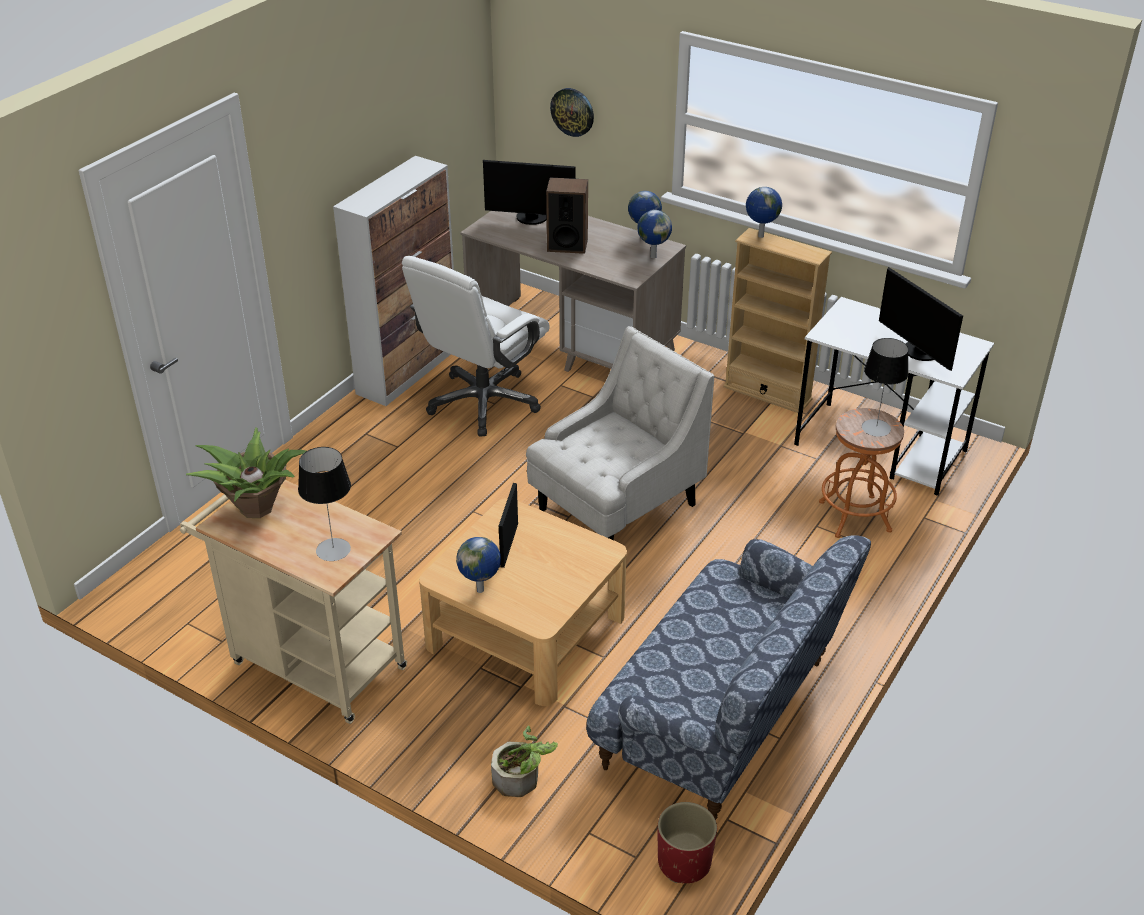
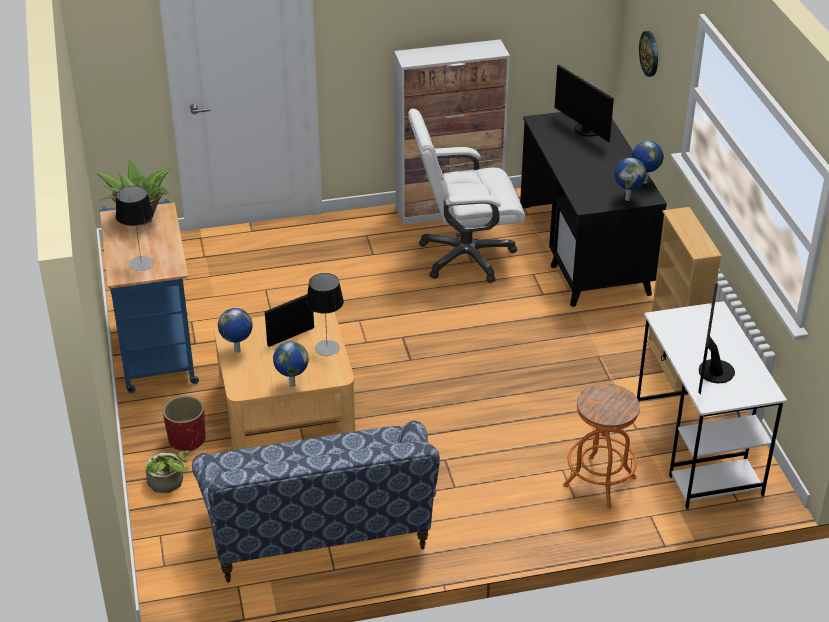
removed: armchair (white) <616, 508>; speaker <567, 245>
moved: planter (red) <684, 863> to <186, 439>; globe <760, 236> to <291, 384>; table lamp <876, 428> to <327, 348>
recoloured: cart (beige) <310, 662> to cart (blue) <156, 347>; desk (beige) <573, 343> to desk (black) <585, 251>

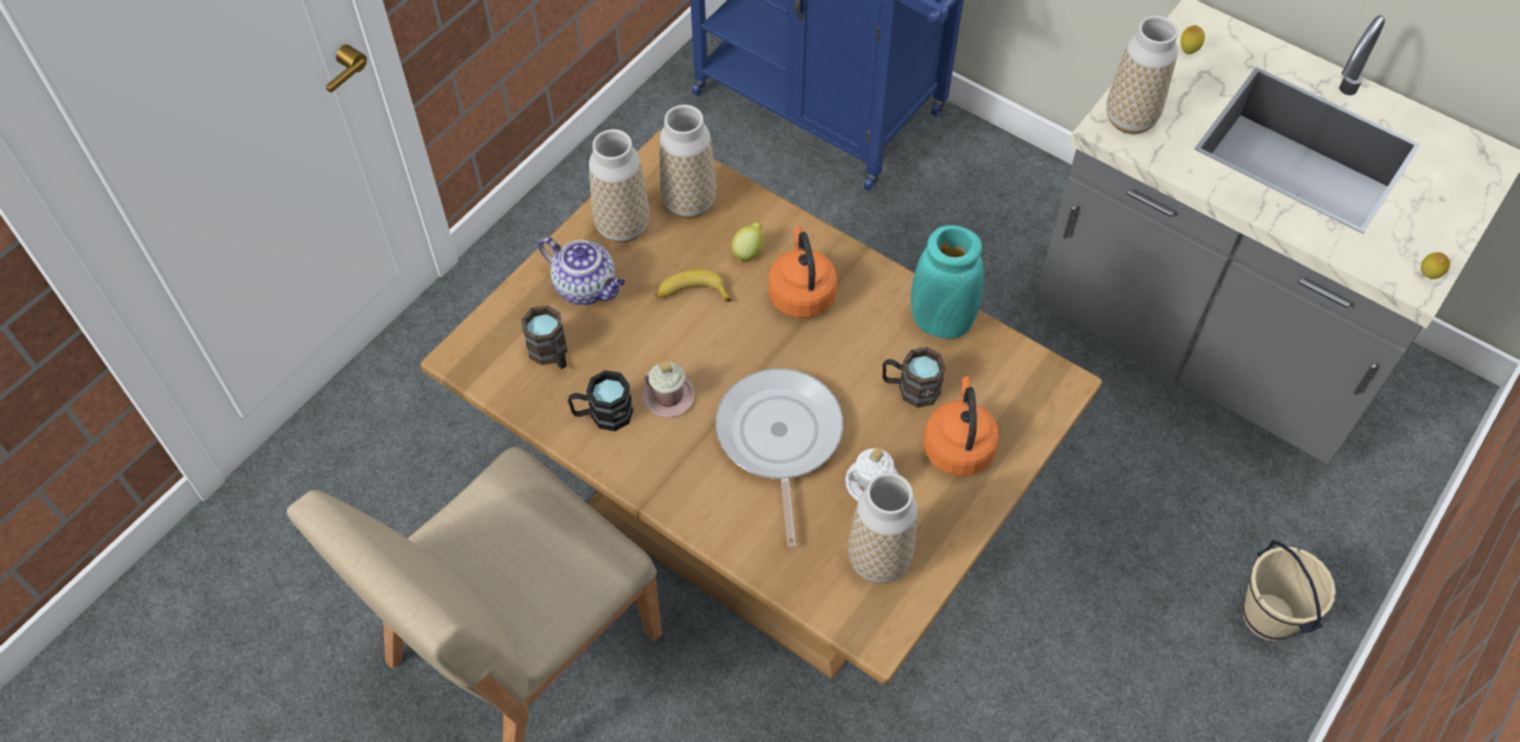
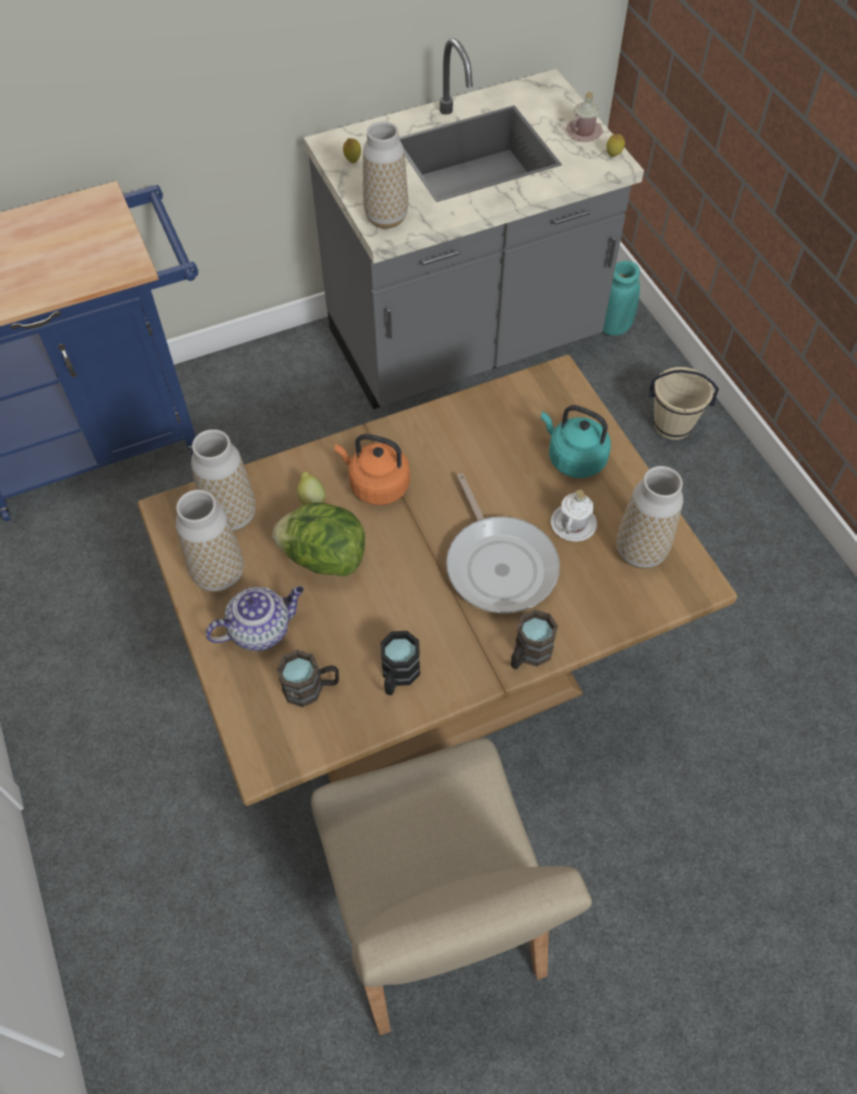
moved: mug (pink) <668, 396> to <583, 132>; mug (brown) <910, 388> to <528, 654>; vase (turquoise) <941, 321> to <614, 327>
replaced: banana <691, 294> to lettuce <323, 557>
recoloured: kettle (orange) <958, 446> to kettle (turquoise) <573, 458>
turned: frying pan <779, 439> = <499, 564> 135 degrees counterclockwise

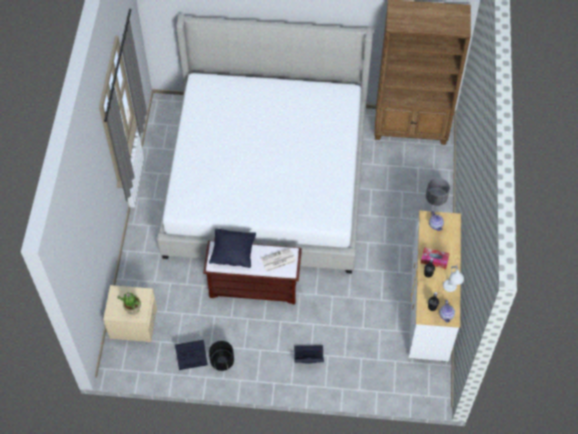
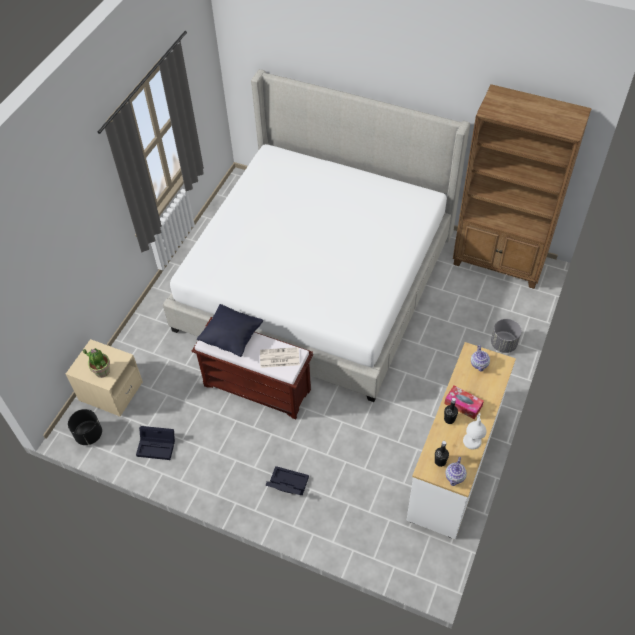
moved: planter (black) <222, 361> to <88, 434>

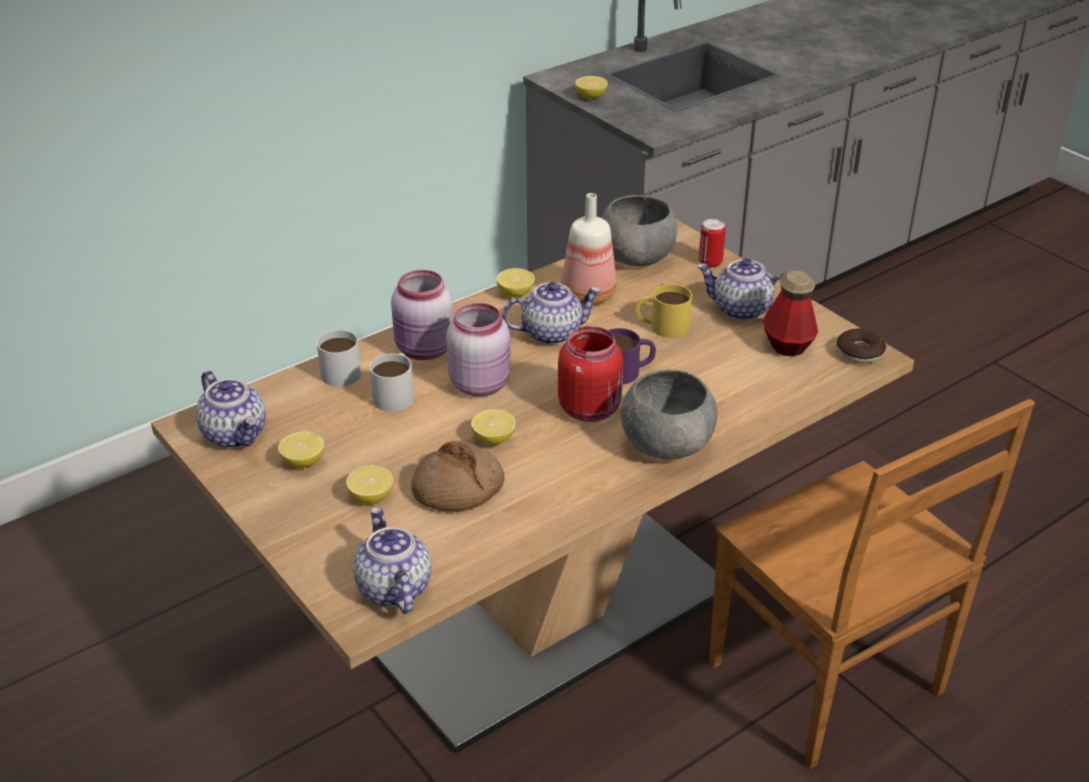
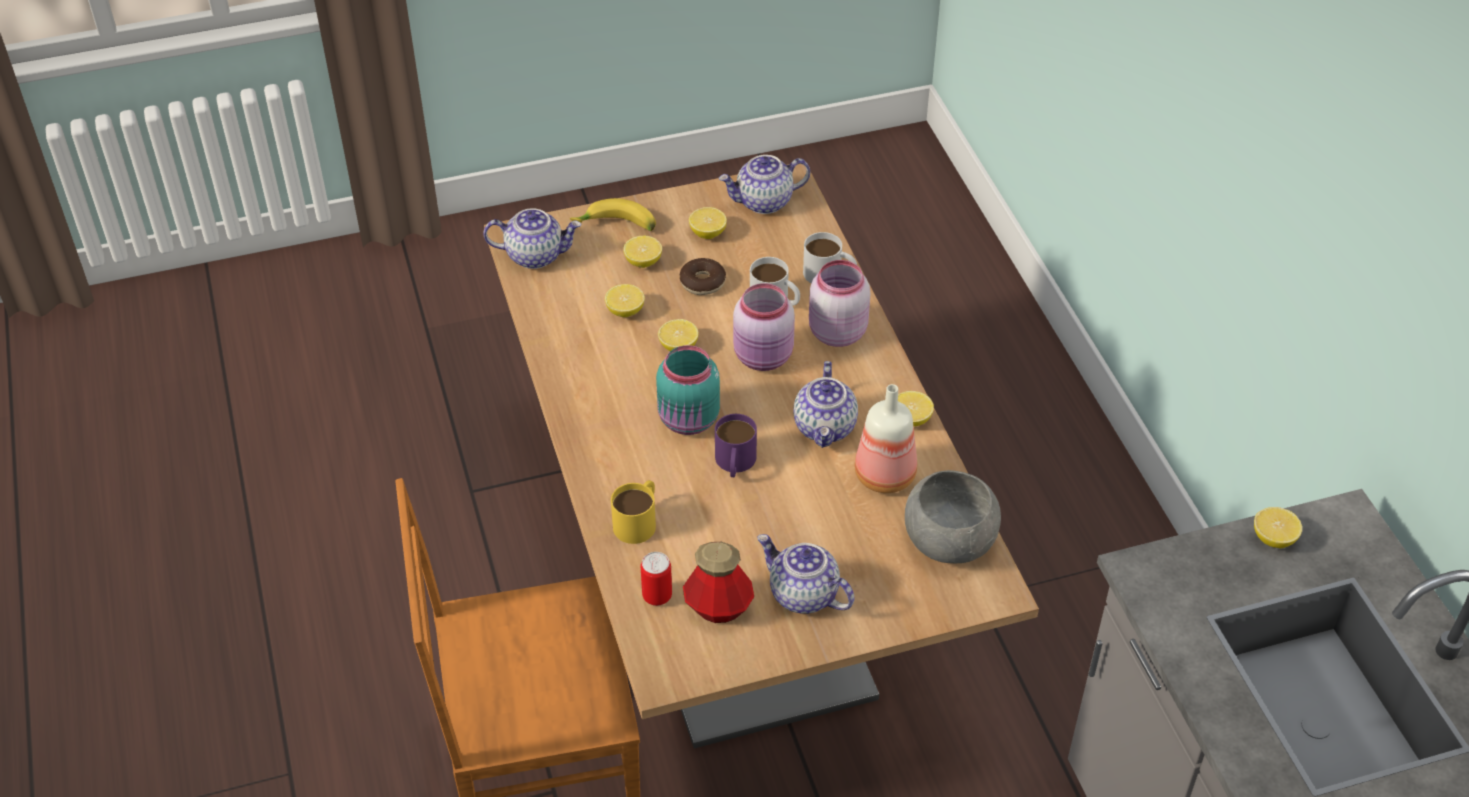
removed: bowl (grey) <666, 444>
added: banana <616, 227>
moved: mug (yellow) <662, 326> to <639, 520>; can <710, 262> to <657, 596>; donut <859, 353> to <702, 282>
replaced: bread <458, 489> to lemon <625, 311>
recoloured: jar (red) <591, 408> to jar (turquoise) <689, 420>
turned: teapot <741, 310> = <802, 594> 90 degrees counterclockwise

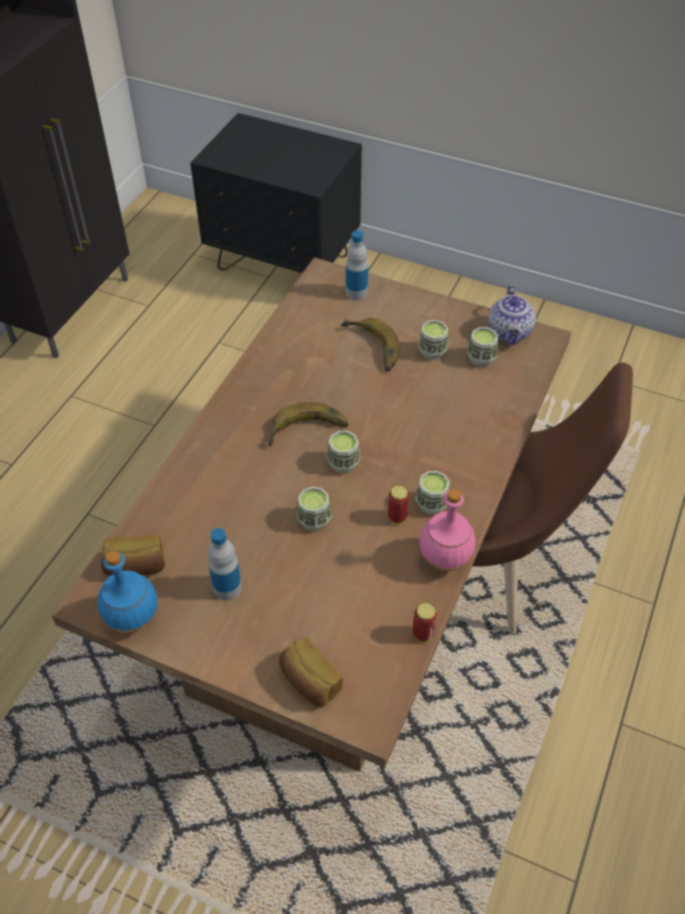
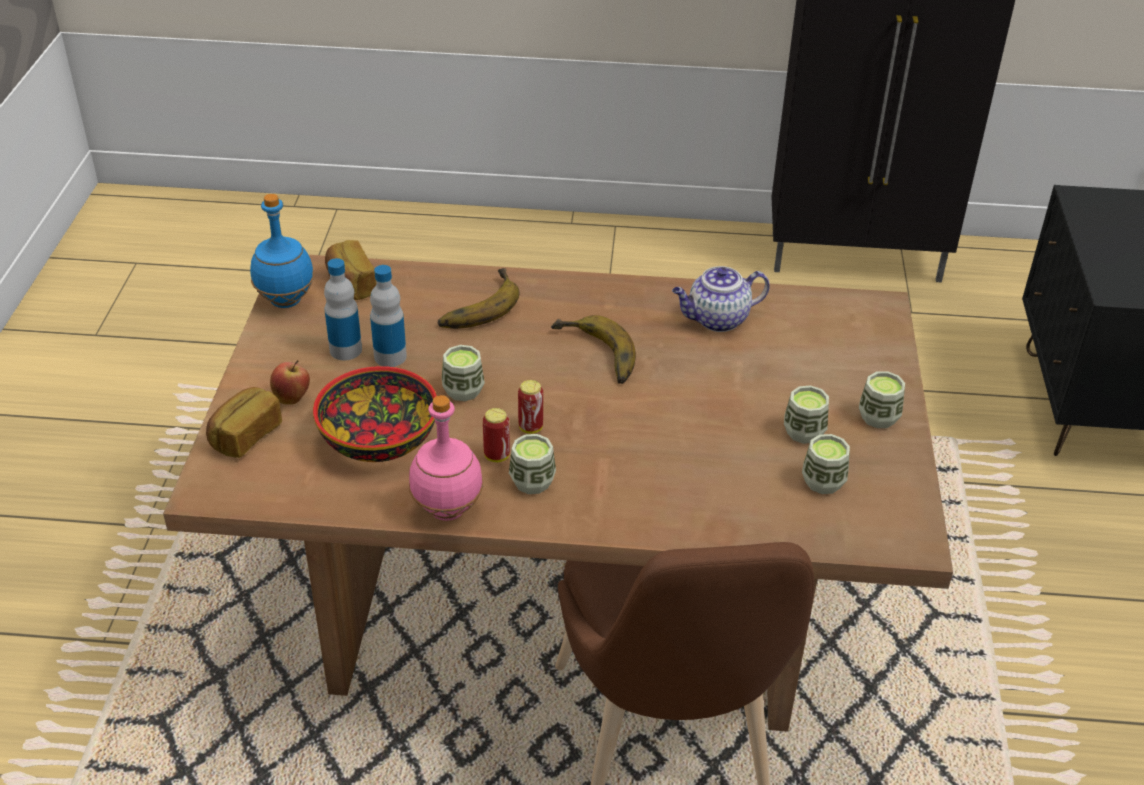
added: apple <292, 398>; bowl <380, 440>
moved: cup <343, 463> to <878, 417>; banana <369, 349> to <475, 305>; bottle <356, 292> to <390, 356>; can <423, 634> to <530, 427>; teapot <510, 333> to <717, 320>

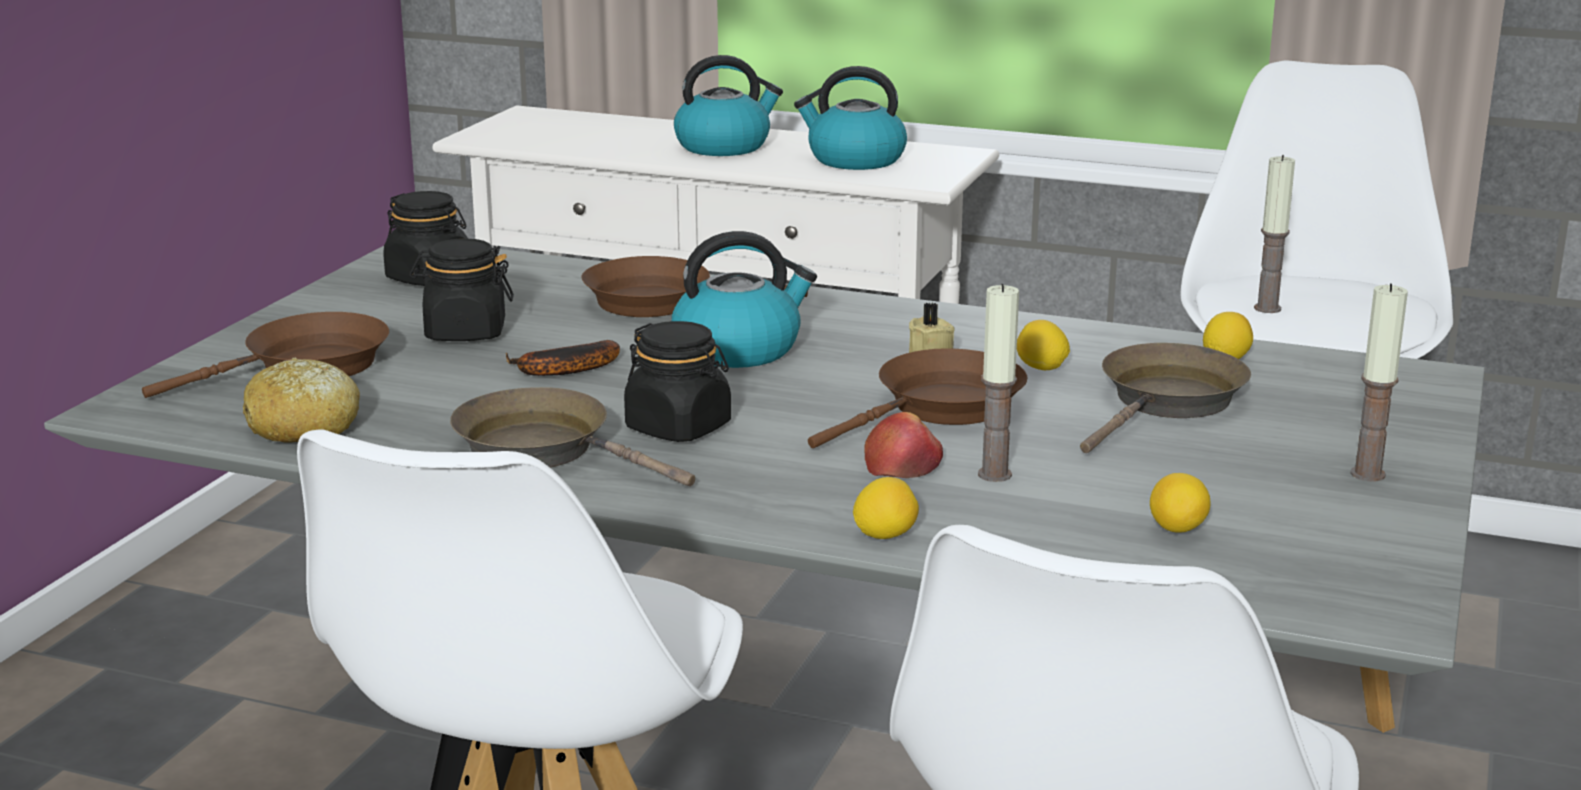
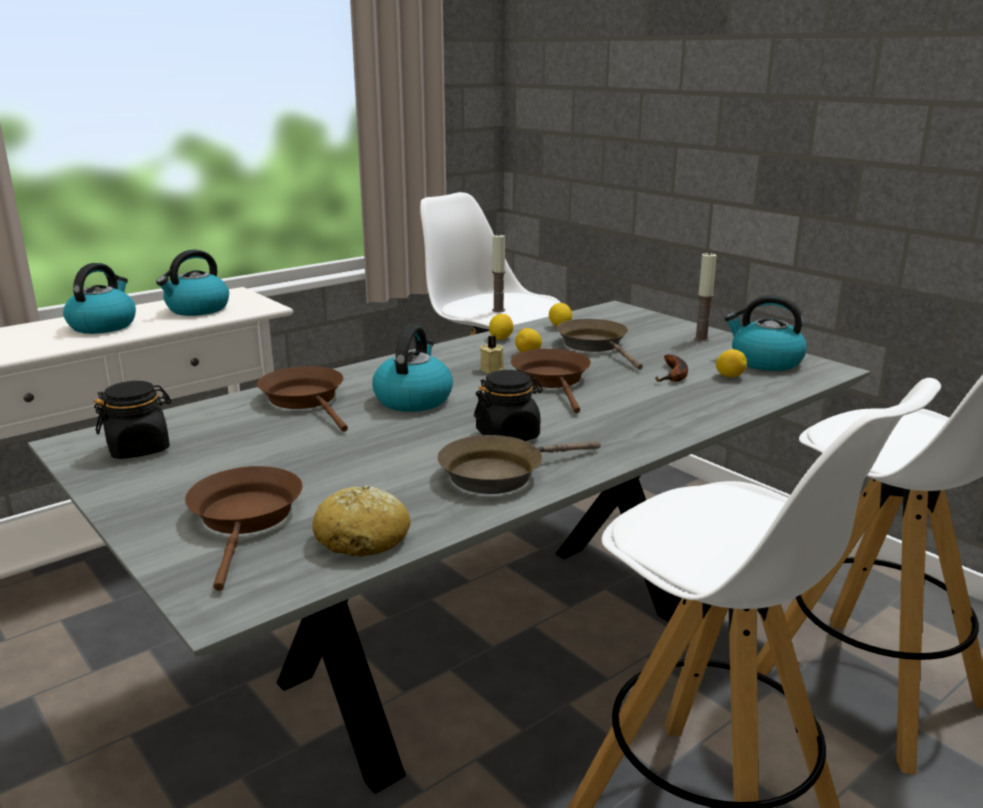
removed: jar (black) <465, 332>; apple <904, 465>; candle <994, 474>
added: kettle <765, 361>
moved: banana <562, 370> to <674, 375>; lemon <885, 535> to <501, 338>
turned: frying pan (brown) <659, 301> = <306, 400> 120 degrees clockwise

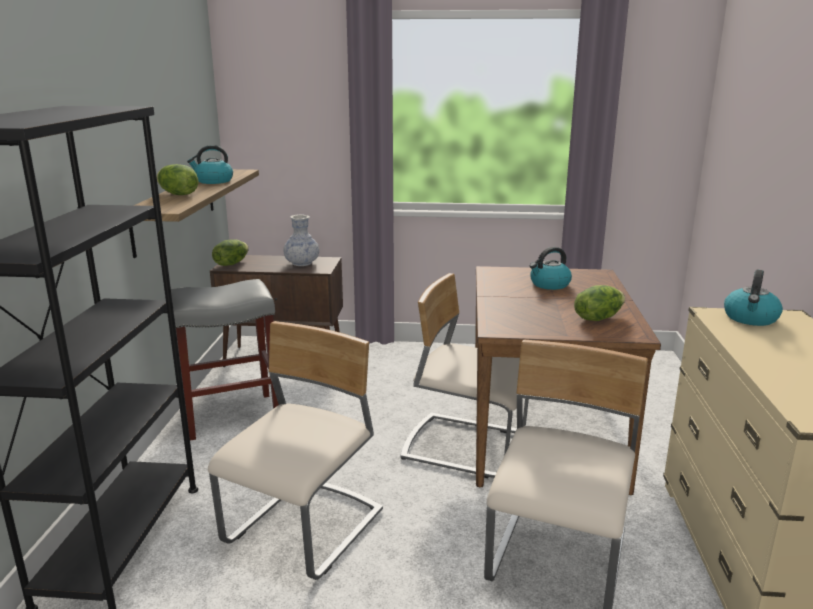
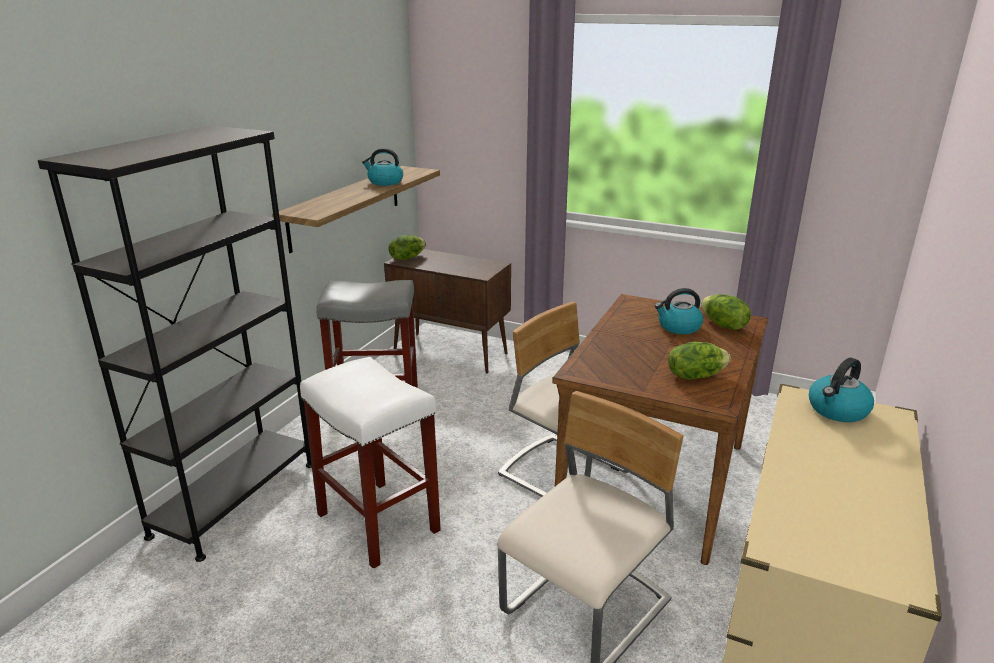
removed: vase <302, 263>
moved: lettuce <178, 194> to <723, 325>
replaced: chair (beige) <306, 529> to stool (white) <379, 523>

